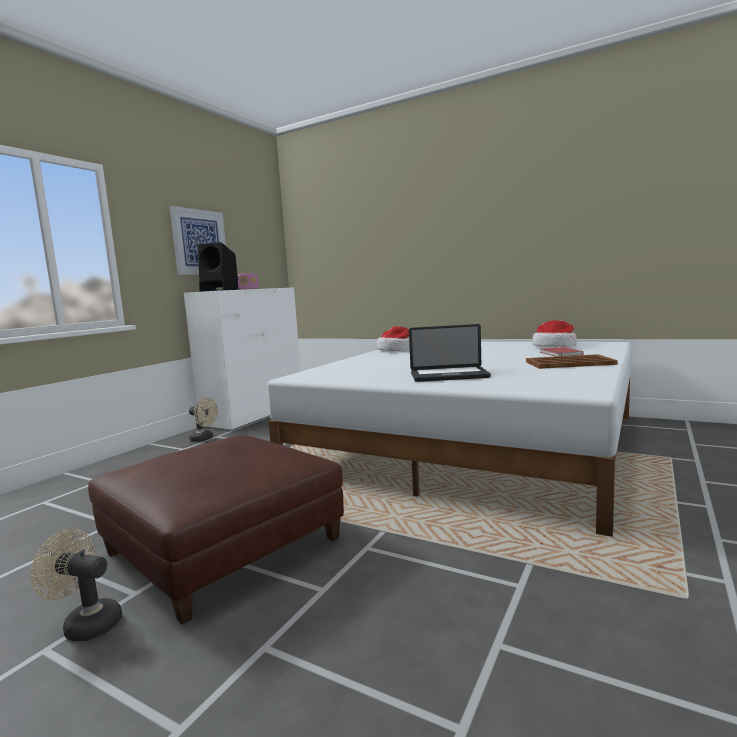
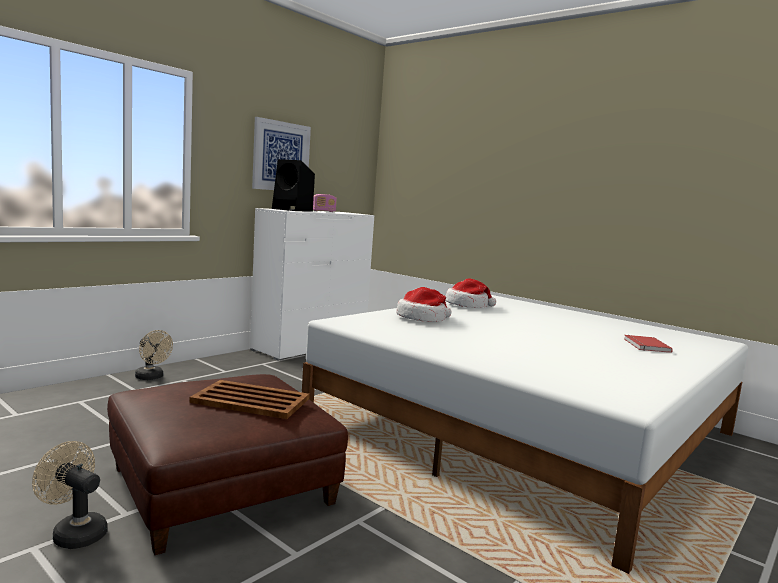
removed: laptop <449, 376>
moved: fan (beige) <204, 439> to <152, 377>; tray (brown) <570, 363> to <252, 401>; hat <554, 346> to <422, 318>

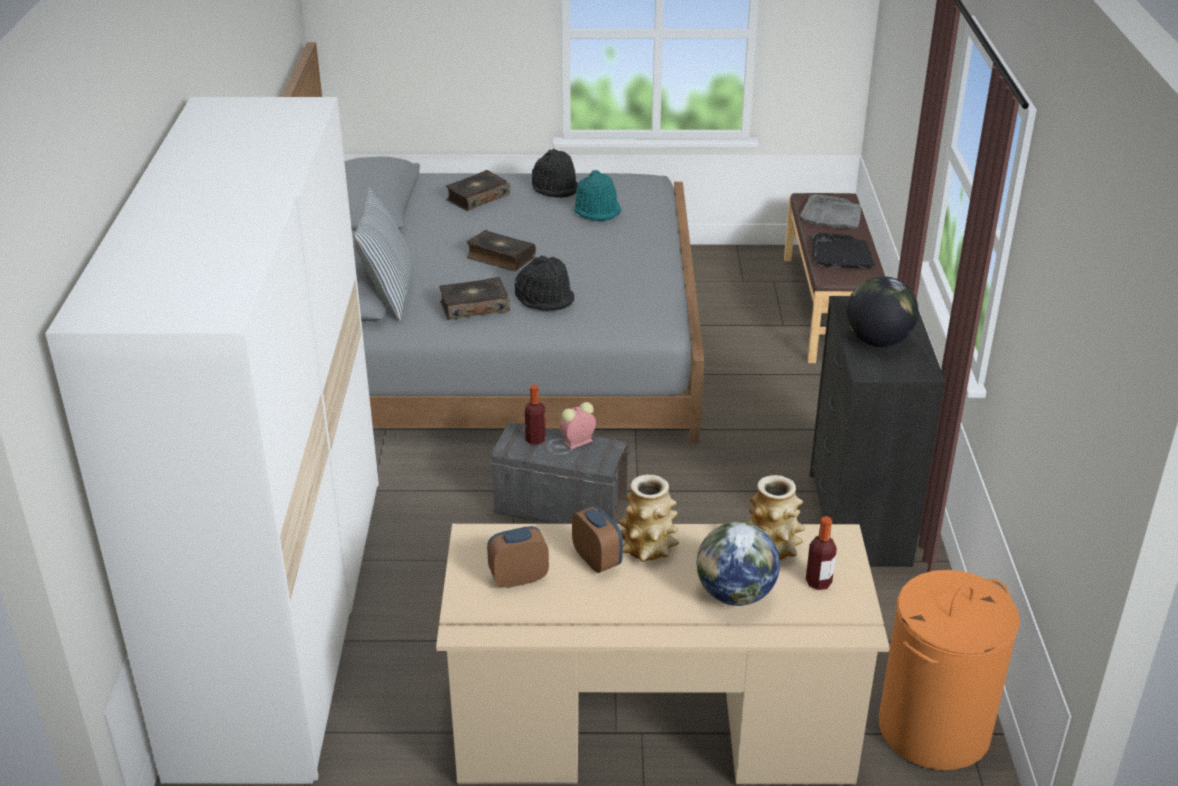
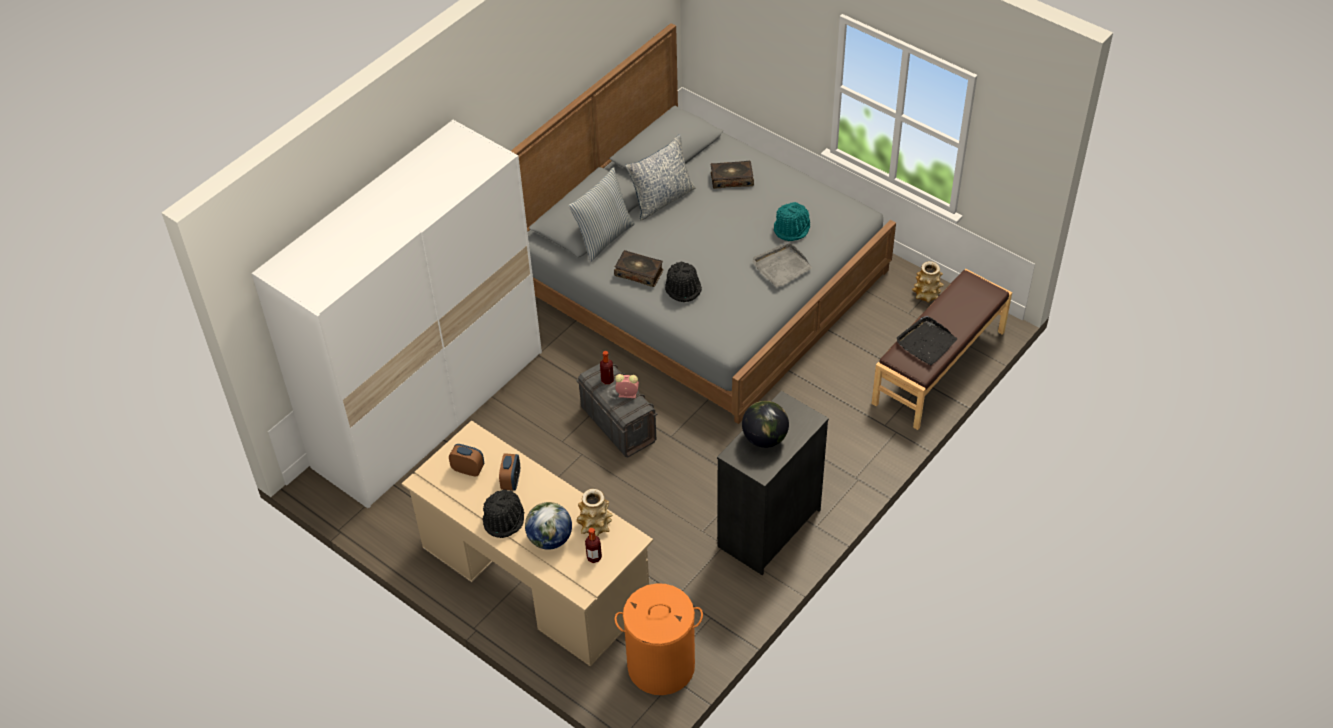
removed: book <500, 258>
added: pillow <661, 199>
moved: hat (black) <555, 188> to <504, 519>; vase <648, 548> to <926, 294>; tray (grey) <832, 216> to <781, 267>

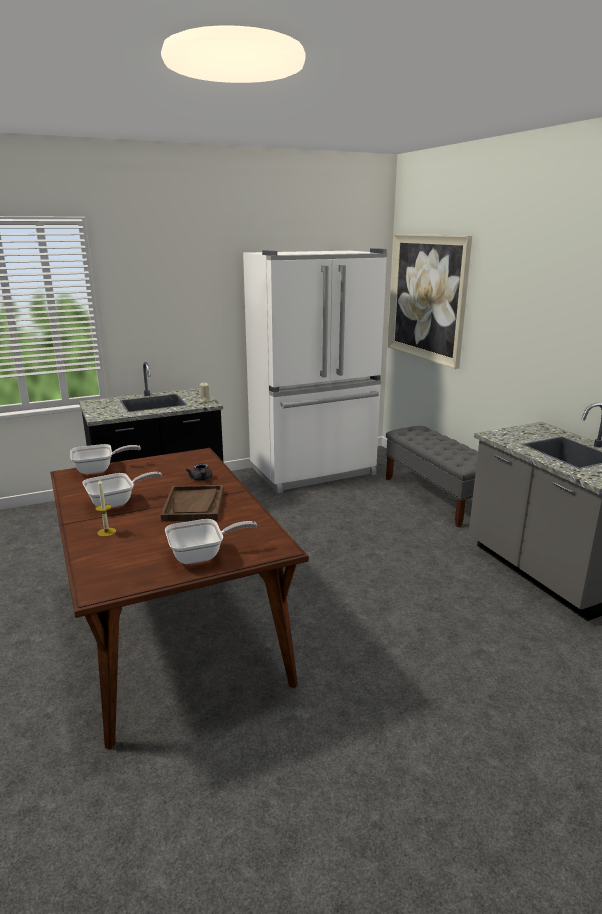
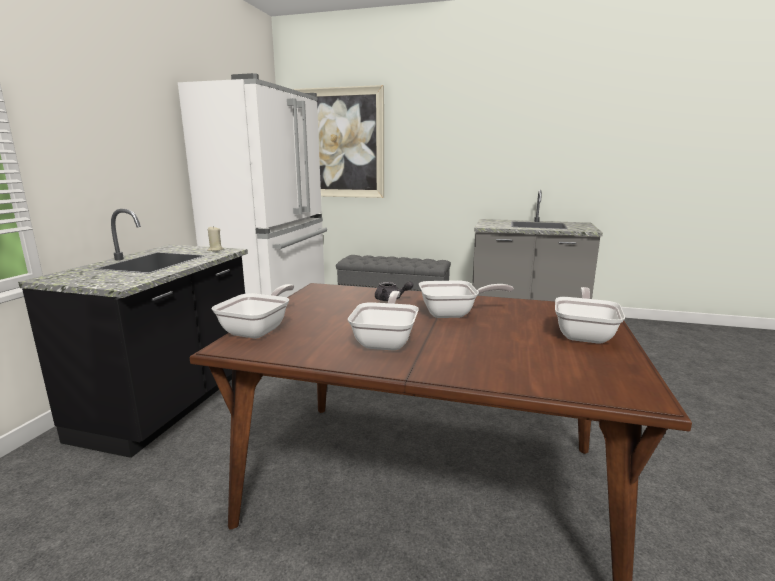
removed: candle <106, 532>
replaced: tray (brown) <194, 505> to frying pan <454, 314>

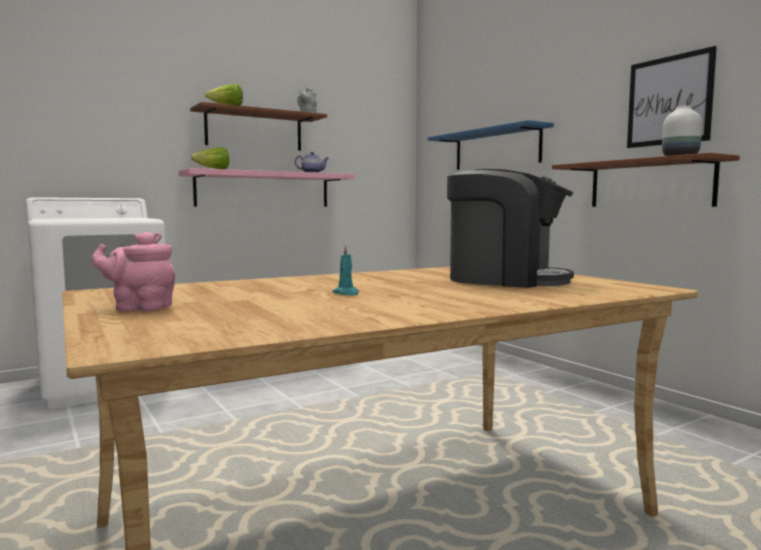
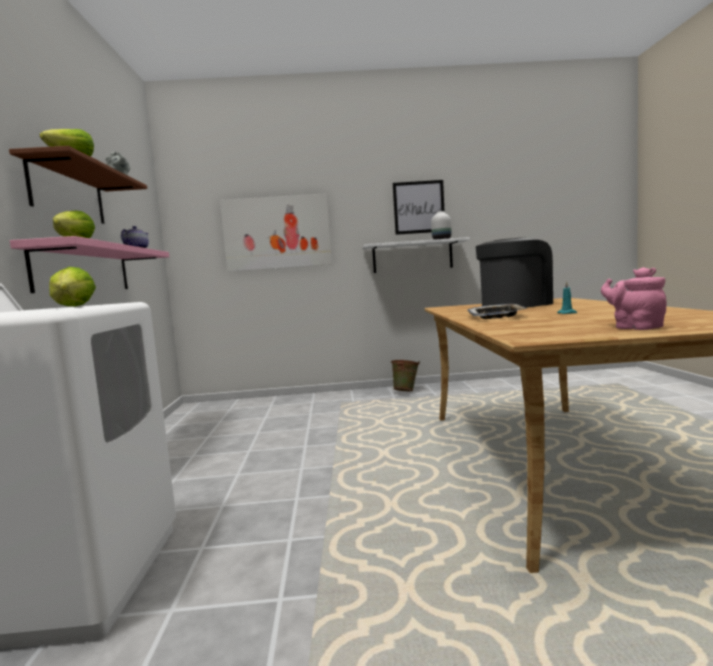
added: lettuce <73, 307>; bucket (green) <406, 391>; tray <496, 316>
replaced: shelf (blue) <496, 149> to picture <277, 233>
recoloured: shelf (brown) <650, 184> to shelf (white) <412, 256>
turned: teapot (pink) <139, 308> = <635, 327> 120 degrees clockwise

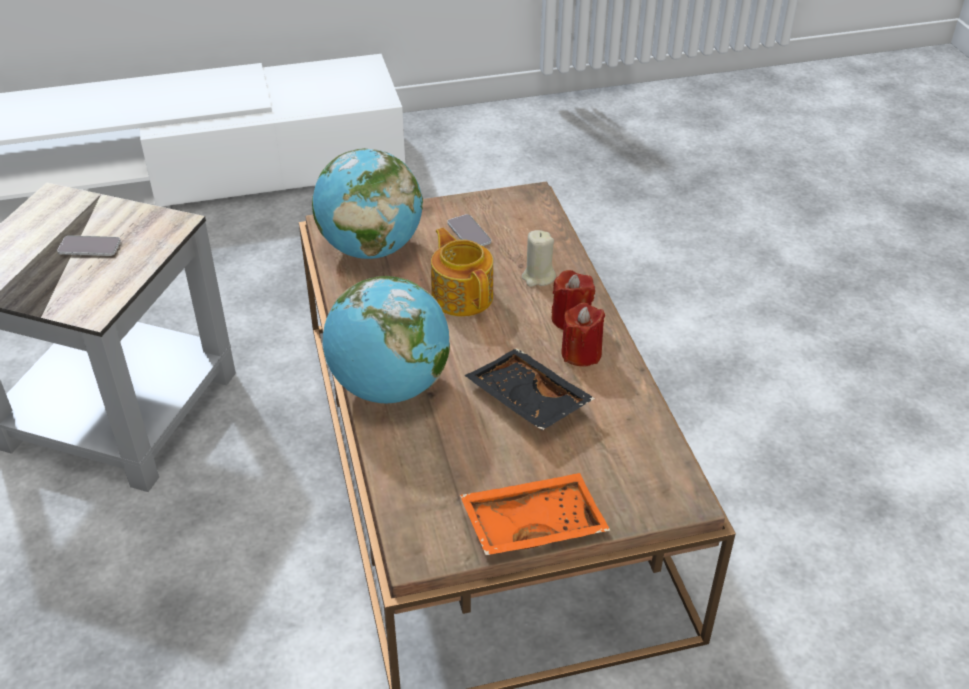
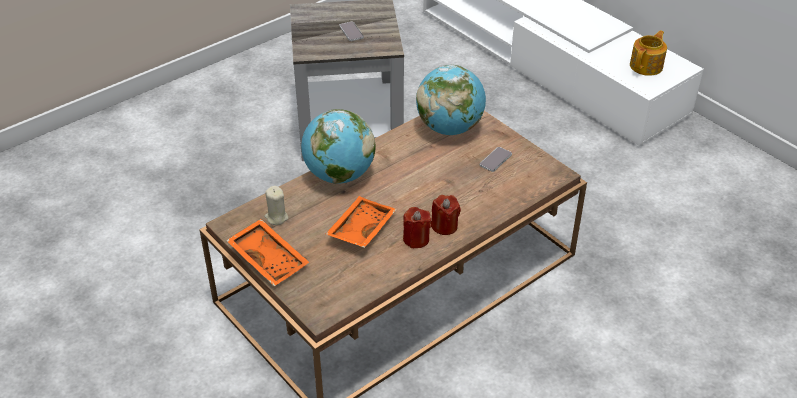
moved: teapot <462, 295> to <647, 66>; candle (beige) <538, 277> to <276, 217>
recoloured: tray (black) <526, 401> to tray (orange) <360, 229>

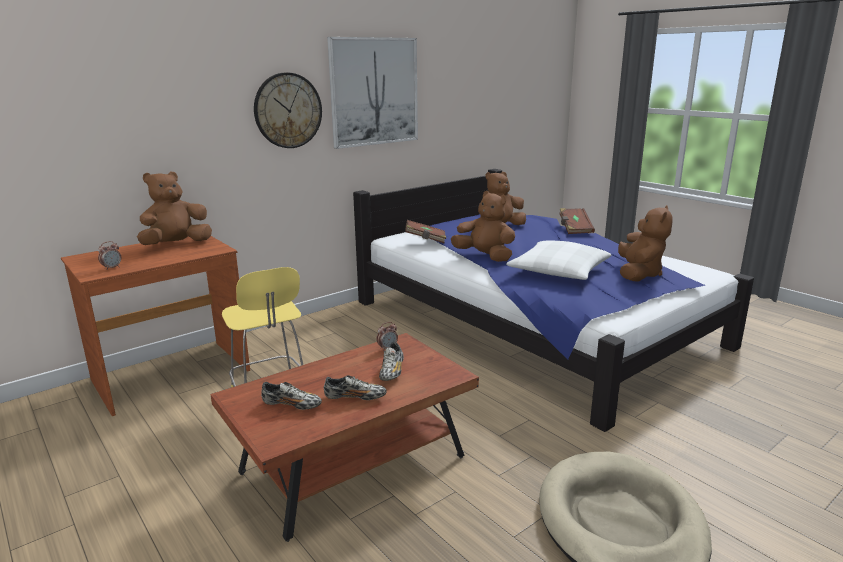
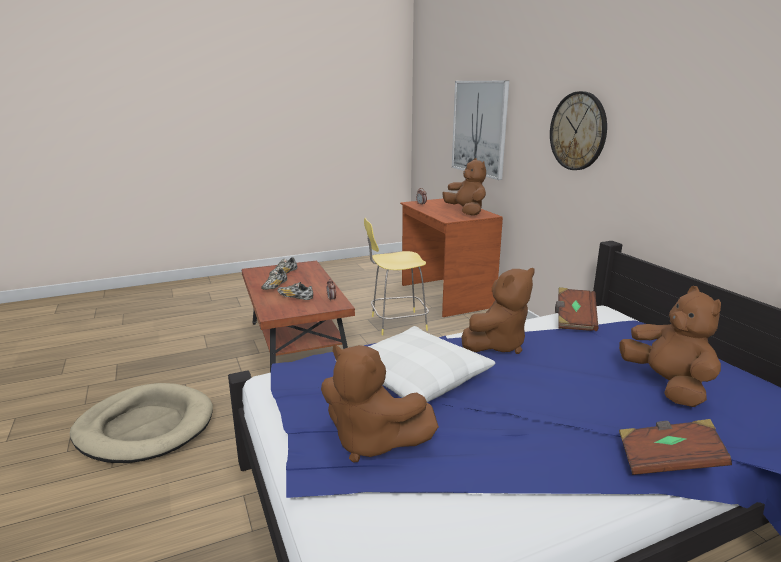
moved: picture <374, 92> to <479, 128>

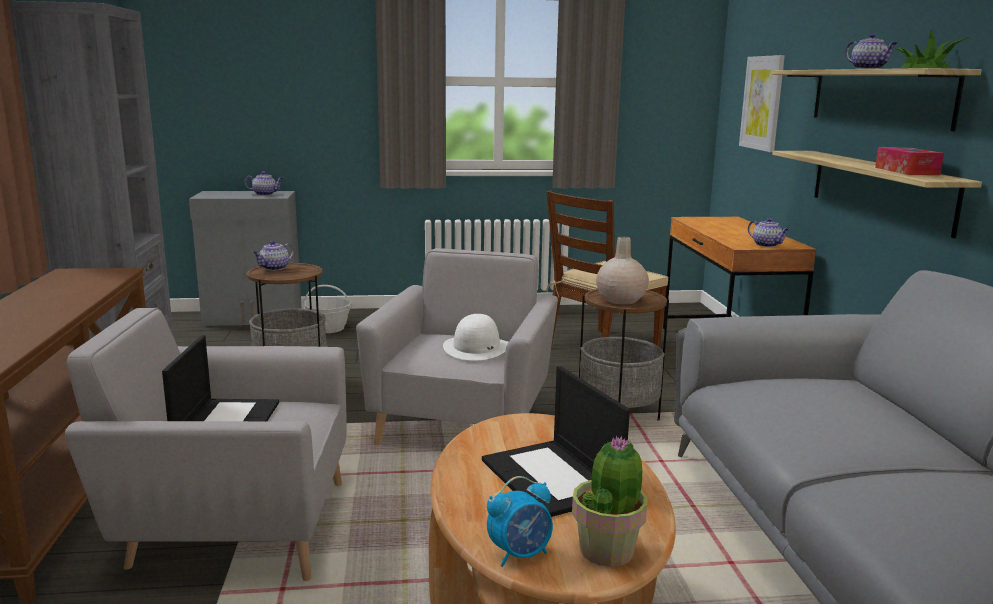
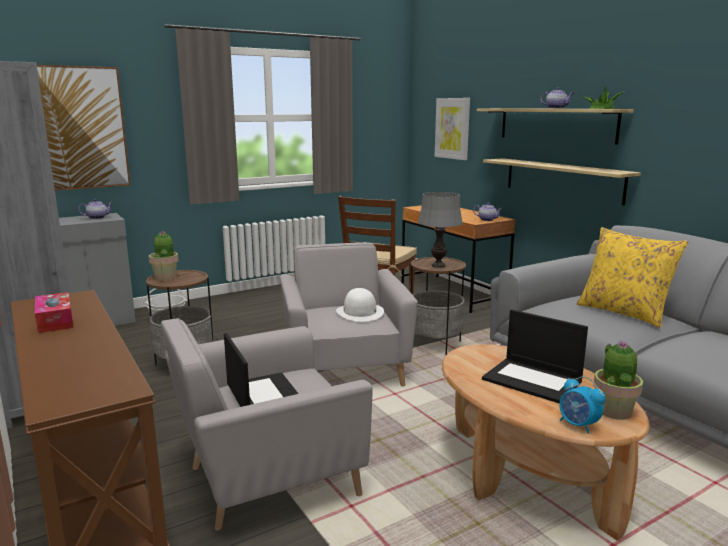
added: picture <81, 128>; pillow (yellow) <624, 312>
moved: tissue box <906, 171> to <55, 321>
replaced: teapot <274, 268> to potted plant <165, 276>; vase (beige) <620, 300> to table lamp (grey) <438, 266>
turned: alarm clock <520, 554> = <578, 425> 105 degrees clockwise

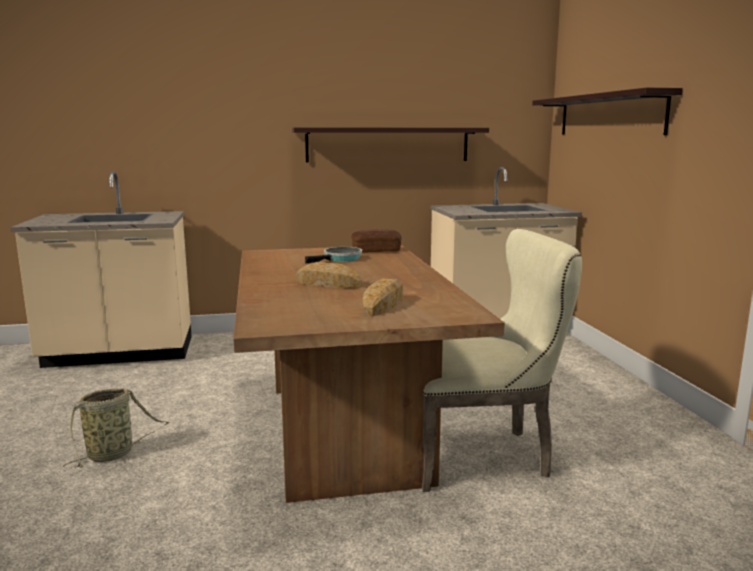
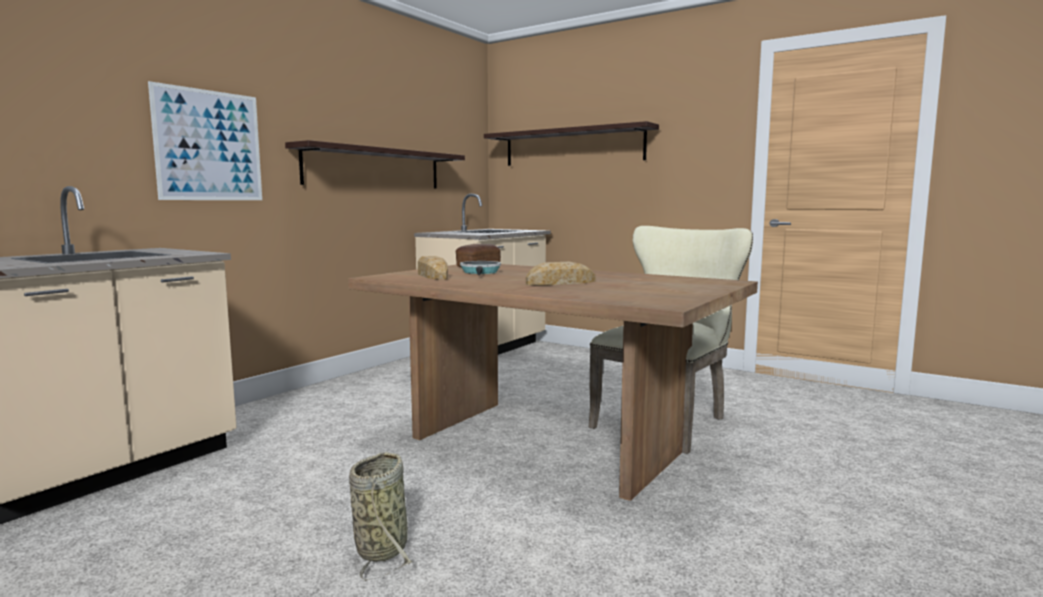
added: picture <209, 145>
moved: bread <383, 304> to <432, 275>

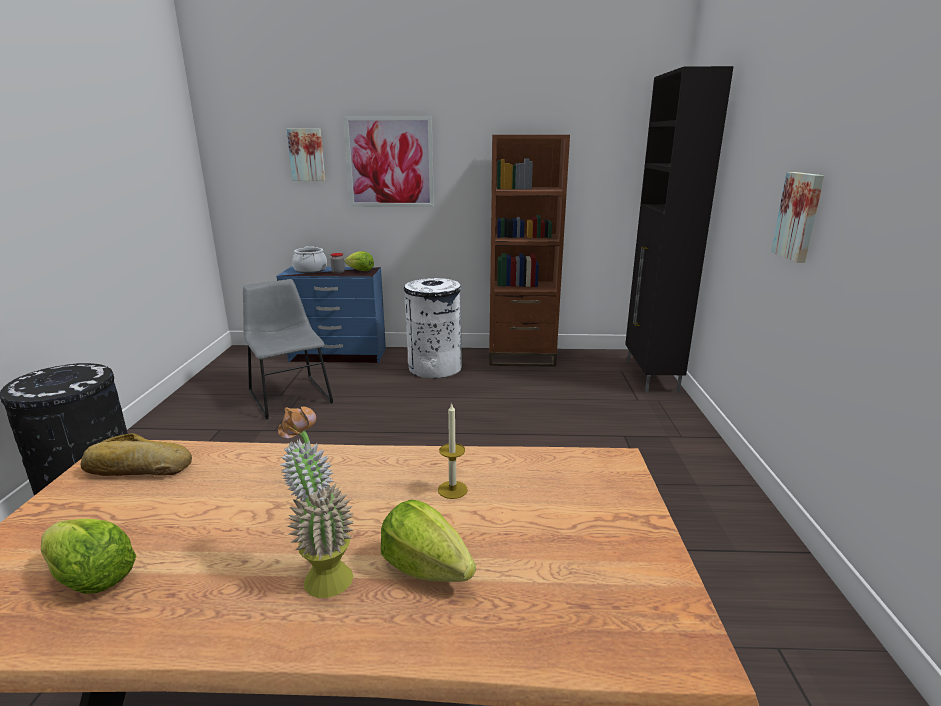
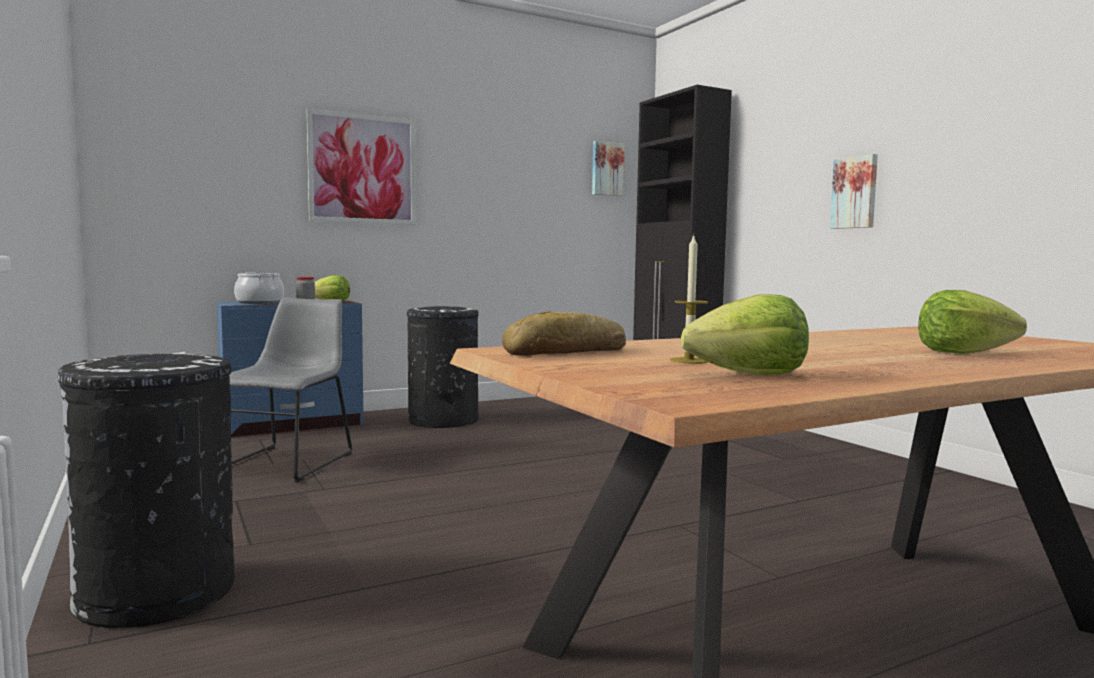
removed: potted plant <323, 572>; bookcase (brown) <521, 357>
moved: picture <307, 155> to <607, 169>; candle <452, 489> to <689, 361>
recoloured: trash can (white) <434, 368> to trash can (black) <443, 420>
turned: chair (grey) <289, 396> = <288, 462> 75 degrees clockwise

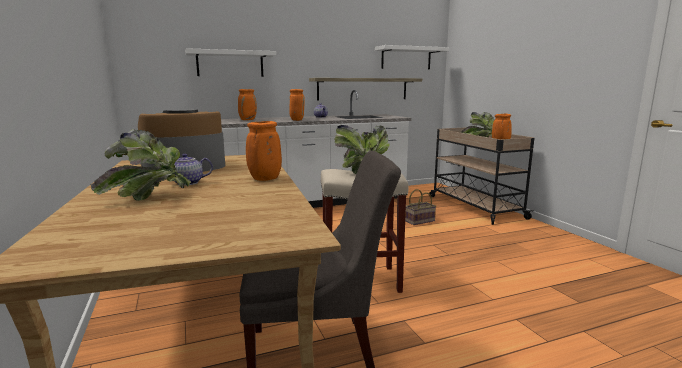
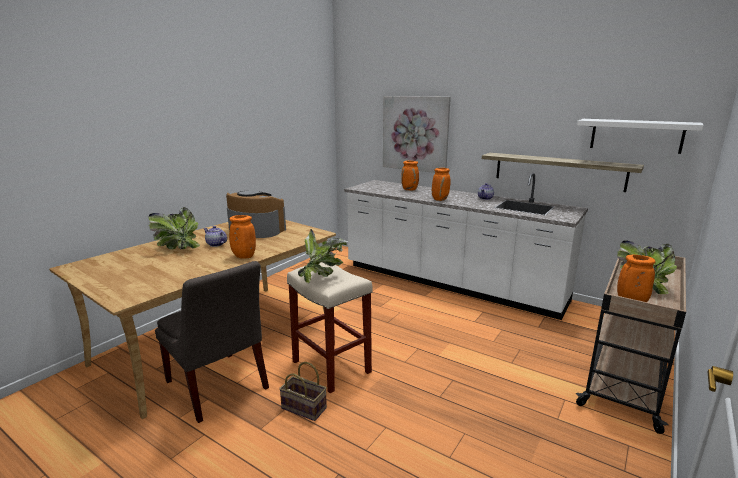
moved: basket <420, 220> to <305, 408>
replaced: shelf (white) <230, 64> to picture <415, 134>

